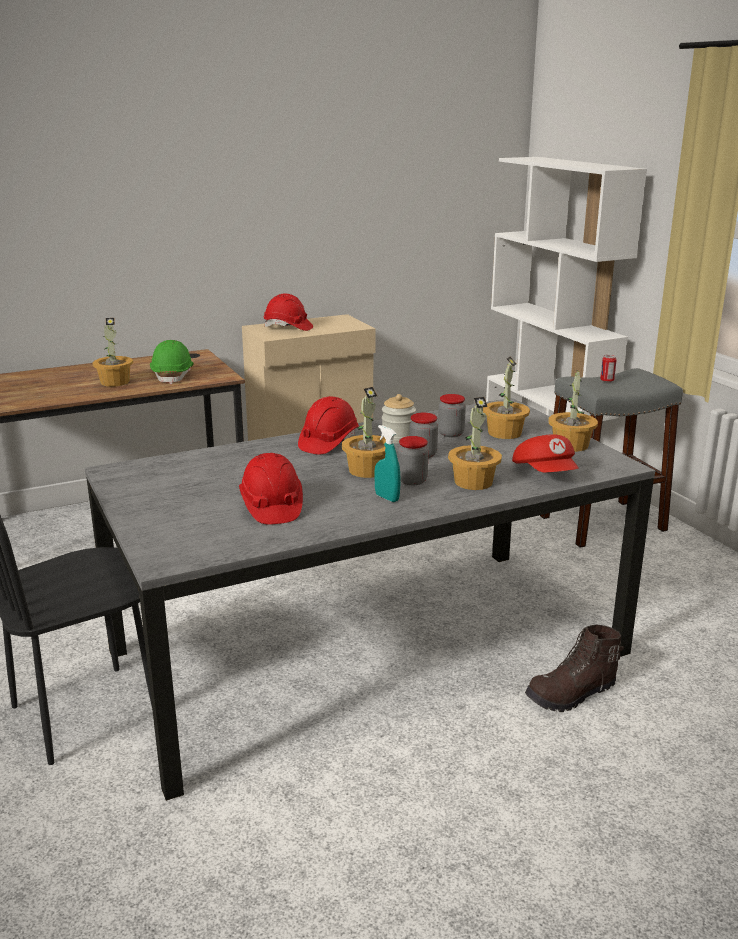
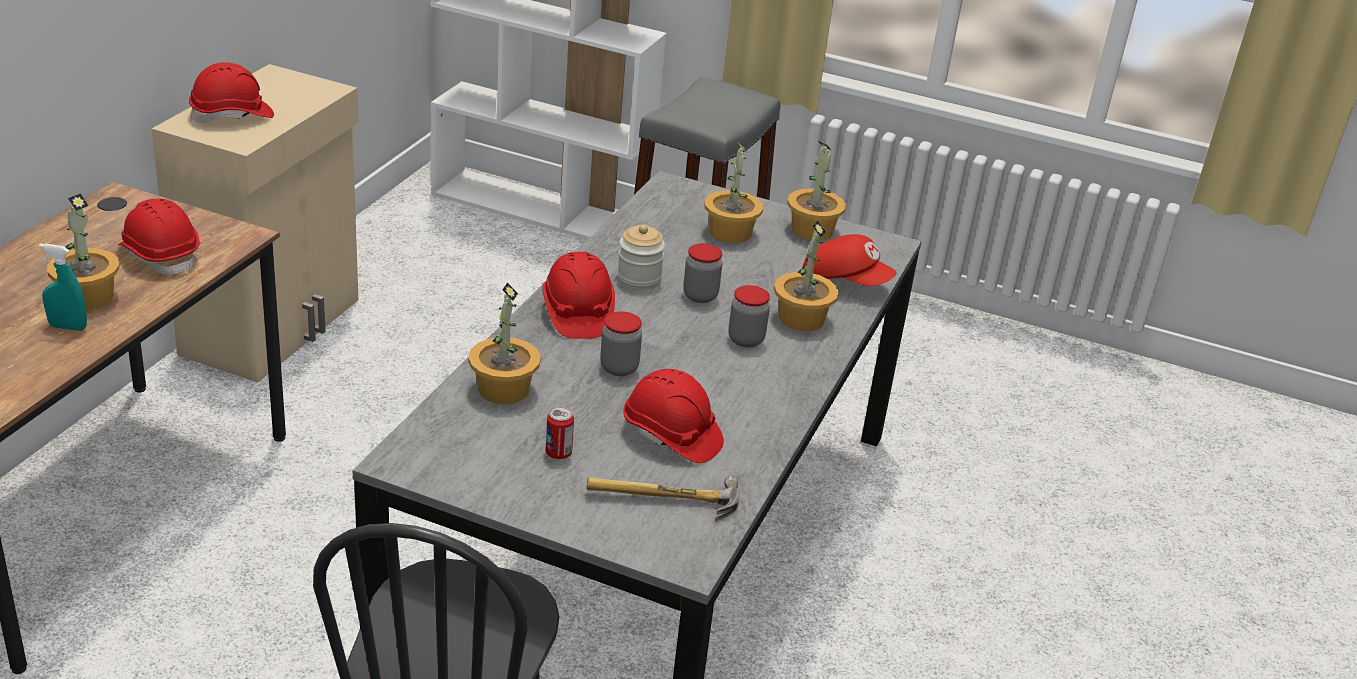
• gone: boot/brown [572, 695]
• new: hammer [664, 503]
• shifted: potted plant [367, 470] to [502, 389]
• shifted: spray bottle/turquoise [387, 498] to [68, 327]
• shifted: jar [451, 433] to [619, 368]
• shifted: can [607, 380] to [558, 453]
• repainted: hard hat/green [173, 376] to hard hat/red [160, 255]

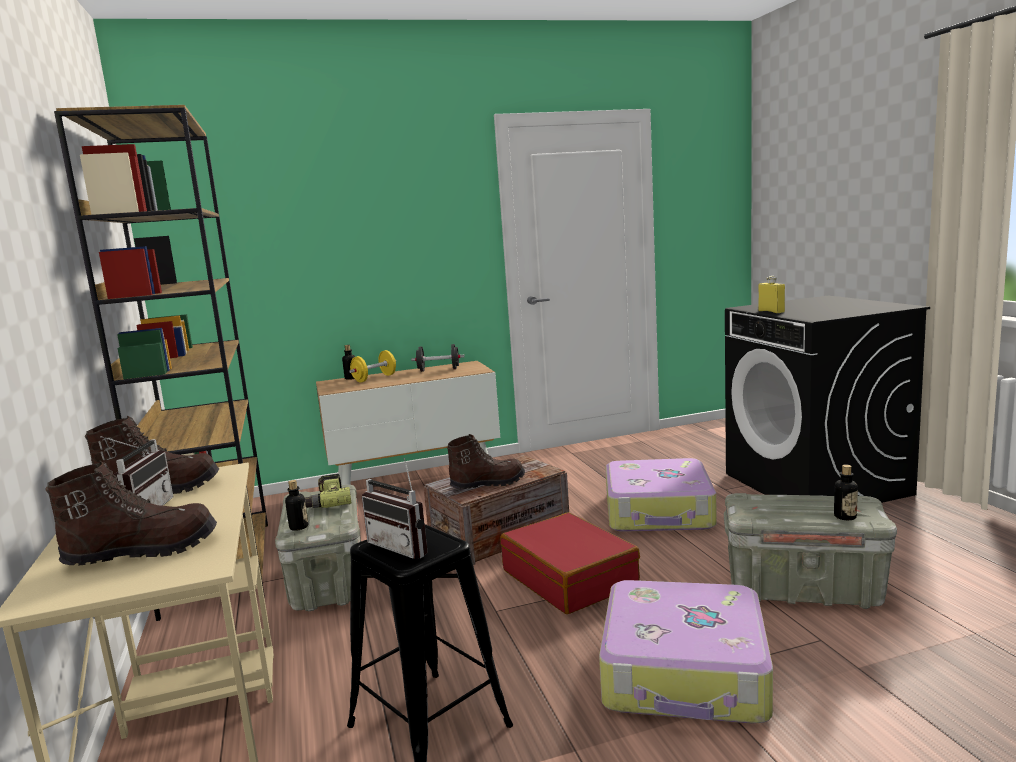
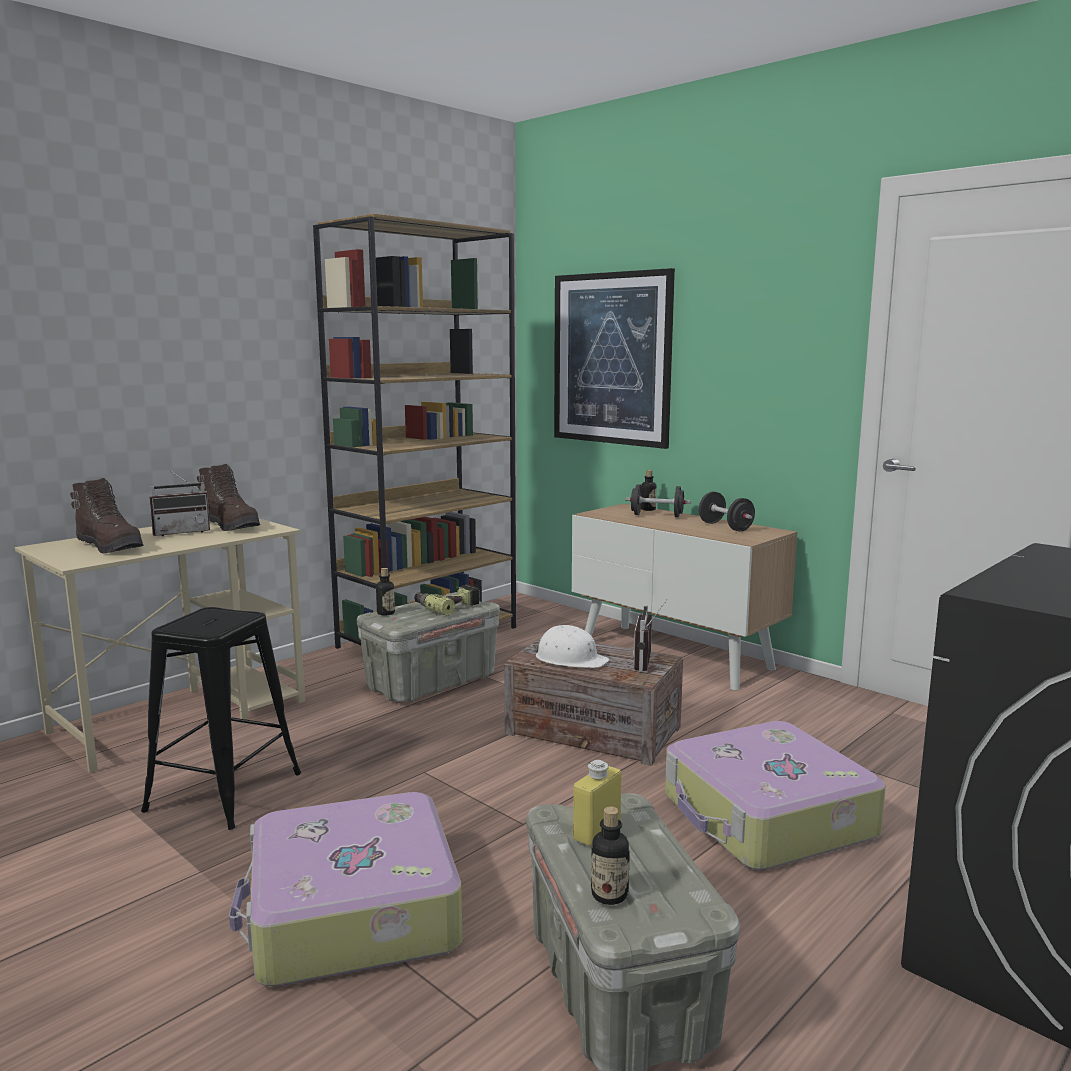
• gone: suitcase/red [570, 578]
• new: picture [611, 359]
• shifted: radio [404, 546] to [649, 663]
• shifted: bottle/yellow [771, 311] to [597, 830]
• swapped: boot/brown [487, 483] to hard hat/white [570, 659]
• repainted: dumbbell/yellow [374, 378] to dumbbell/black [657, 515]

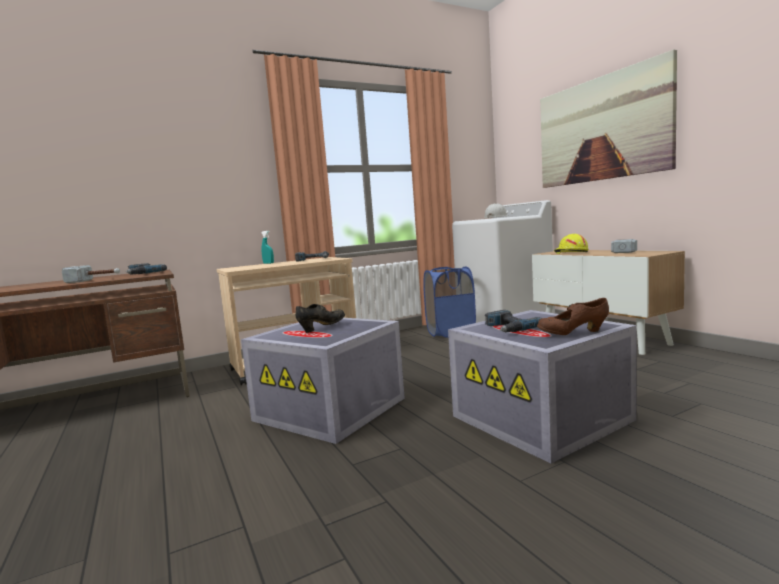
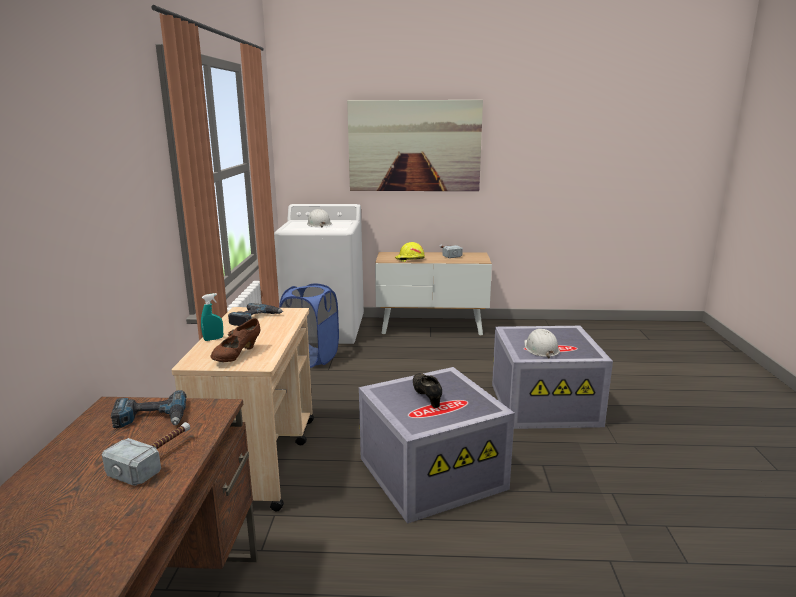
• shifted: shoe/brown [572, 334] to [237, 356]
• swapped: power drill [508, 328] to hard hat/white [540, 349]

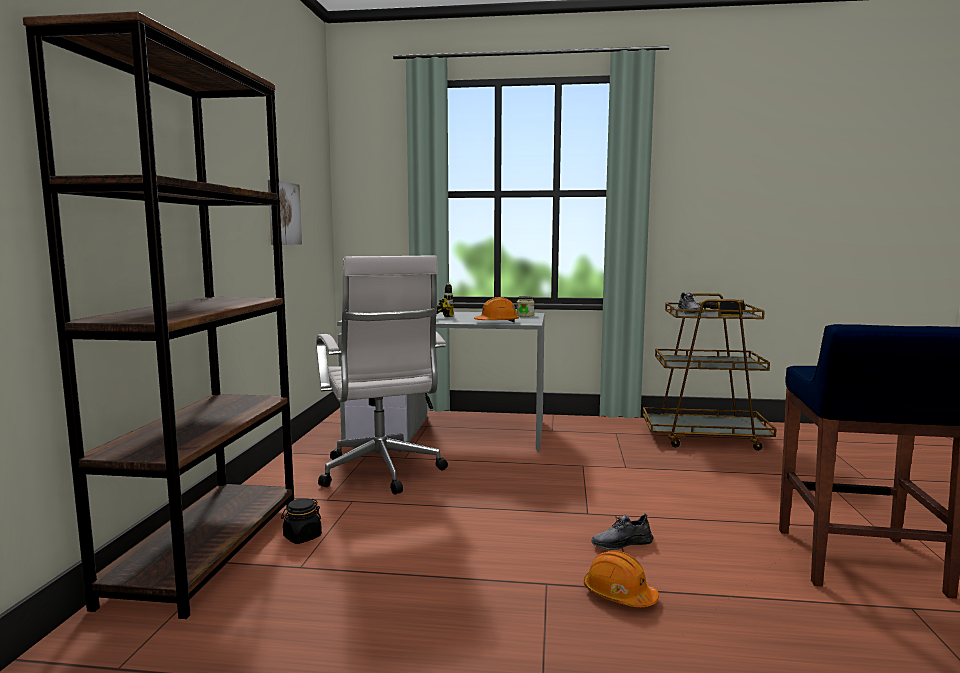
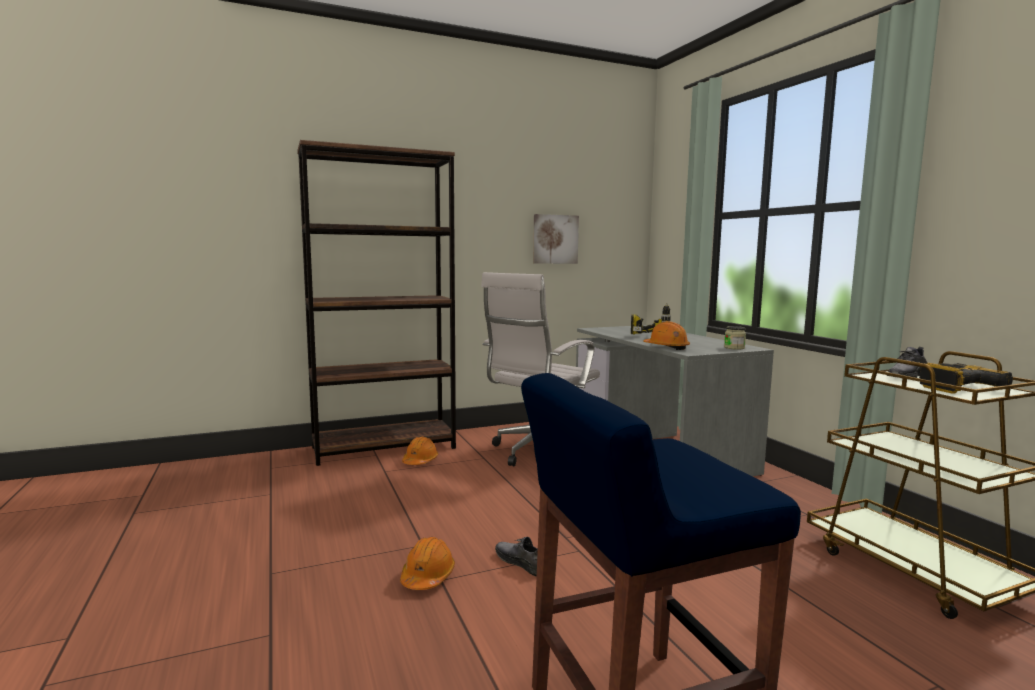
• swapped: jar/black [302, 537] to hard hat/orange [420, 461]

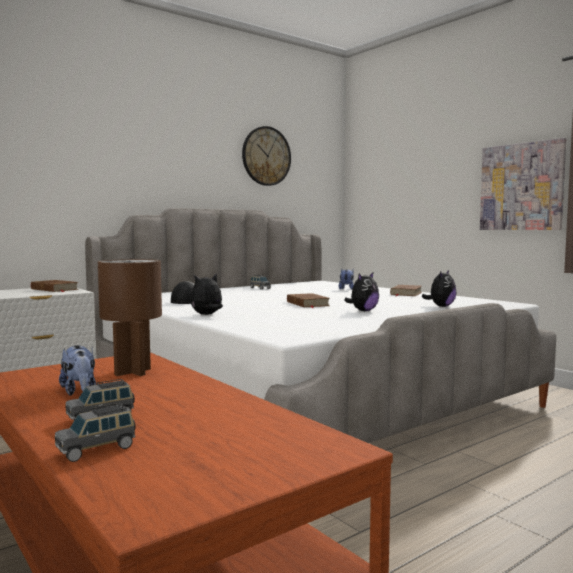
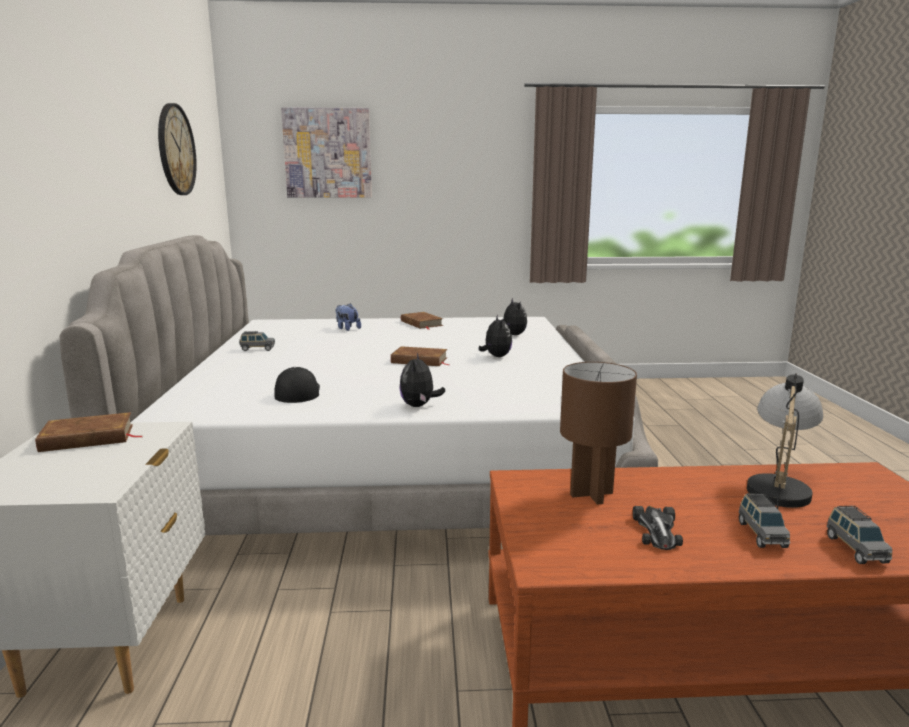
• new: table lamp [778, 486]
• shifted: picture [521, 187] to [328, 153]
• swapped: plush toy [79, 391] to toy car [657, 531]

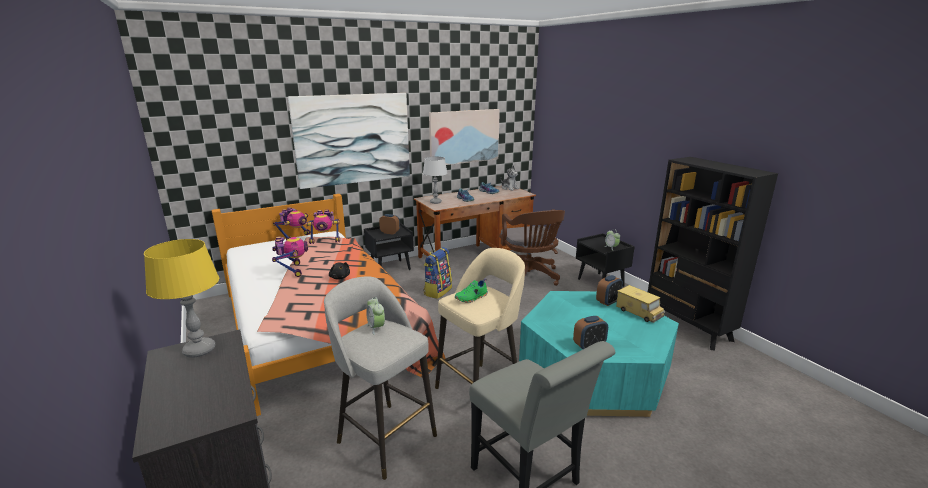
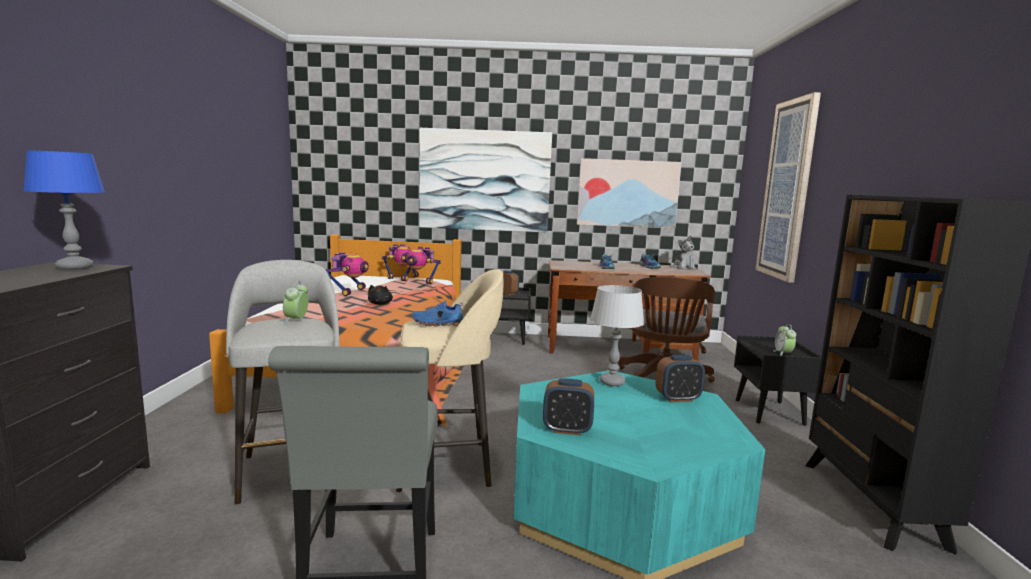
• gone: backpack [437, 291]
• gone: toy truck [639, 312]
• new: picture [787, 190]
• shifted: table lamp/grey [435, 202] to [612, 382]
• repainted: table lamp/yellow [199, 350] to table lamp/blue [75, 267]
• repainted: shoe/green [472, 298] to shoe/blue [437, 324]

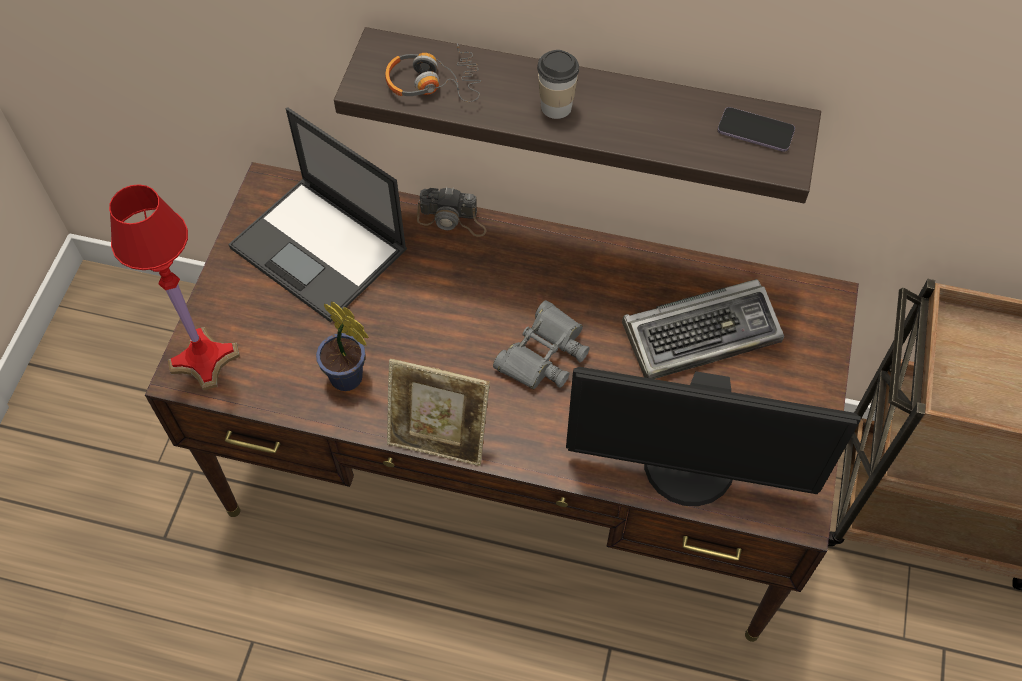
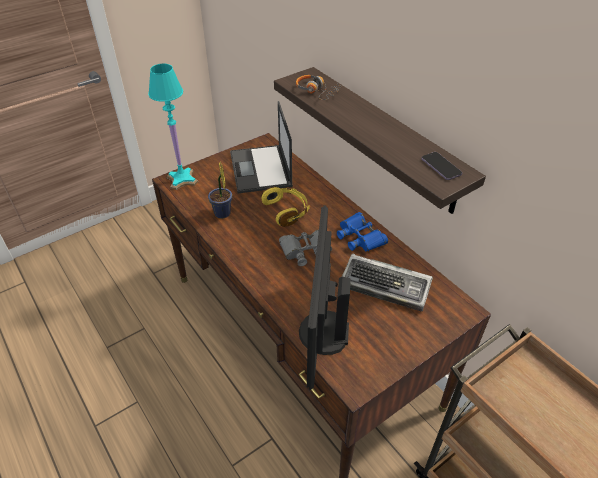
• gone: picture frame [439, 438]
• gone: photo camera [452, 219]
• gone: cup [556, 107]
• new: headphones/yellow [287, 211]
• new: binoculars/blue [360, 237]
• repainted: table lamp/red [205, 358] to table lamp/turquoise [182, 179]
• rotated: monitor [689, 469] = [322, 332] 45 degrees clockwise

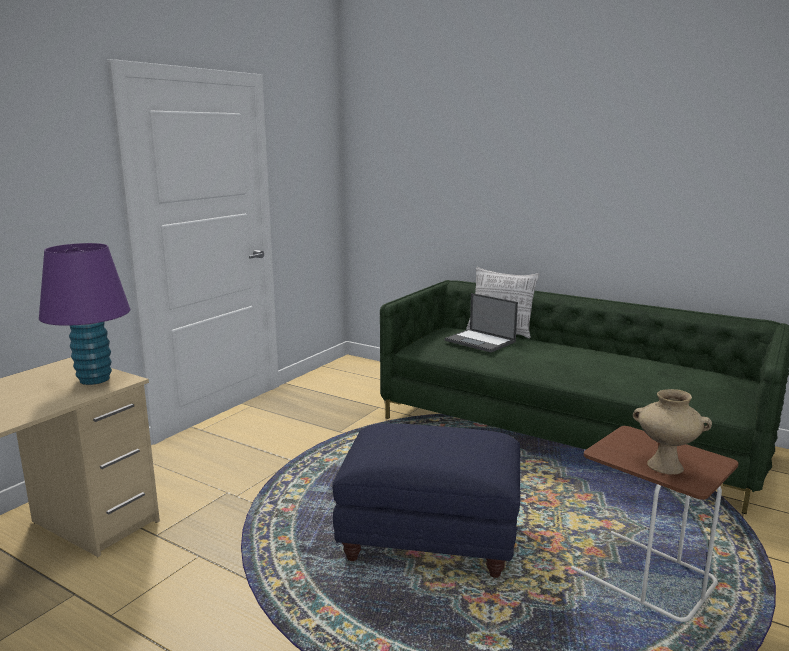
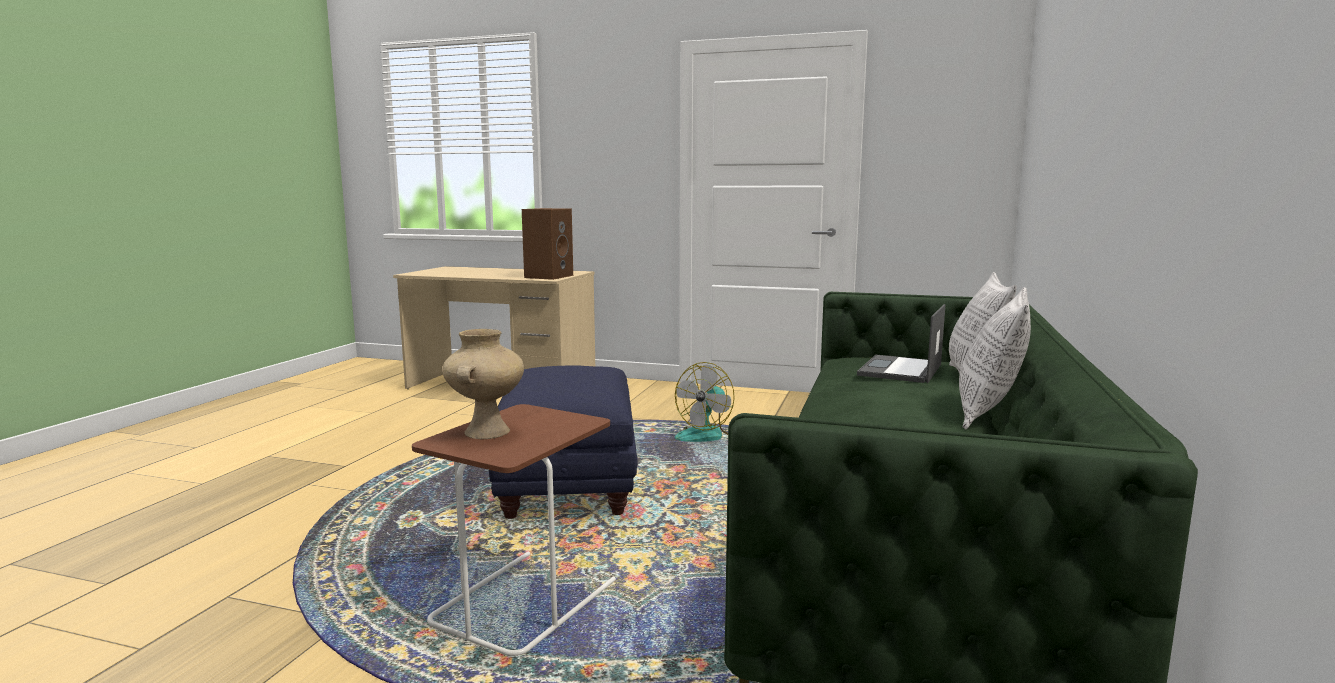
• new: fan [705, 434]
• new: pillow [988, 414]
• swapped: table lamp/purple [94, 379] to speaker/brown [548, 276]

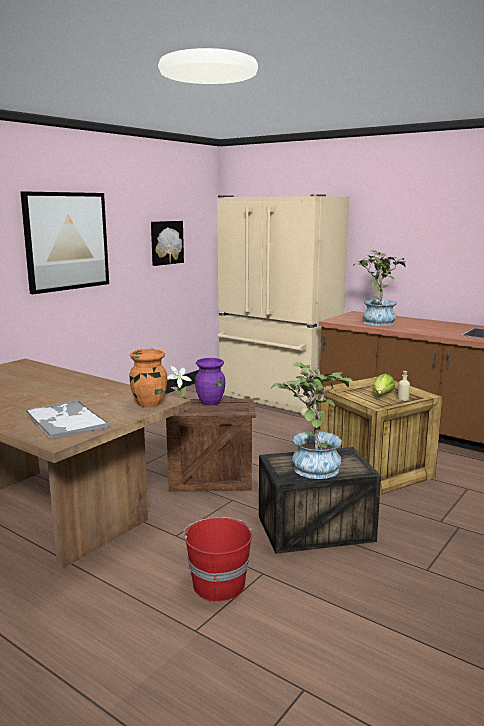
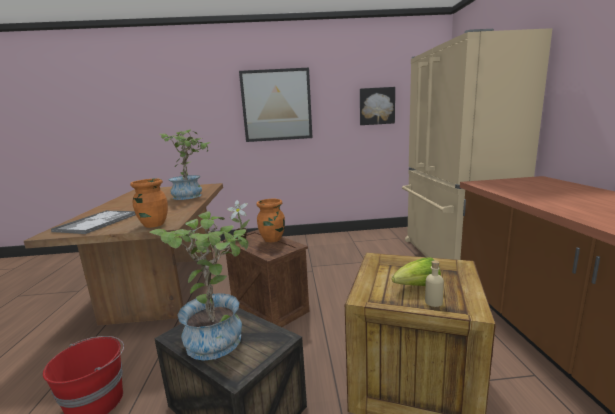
• shifted: potted plant [377, 322] to [191, 195]
• repainted: vase/purple [210, 402] to vase/orange [273, 239]

